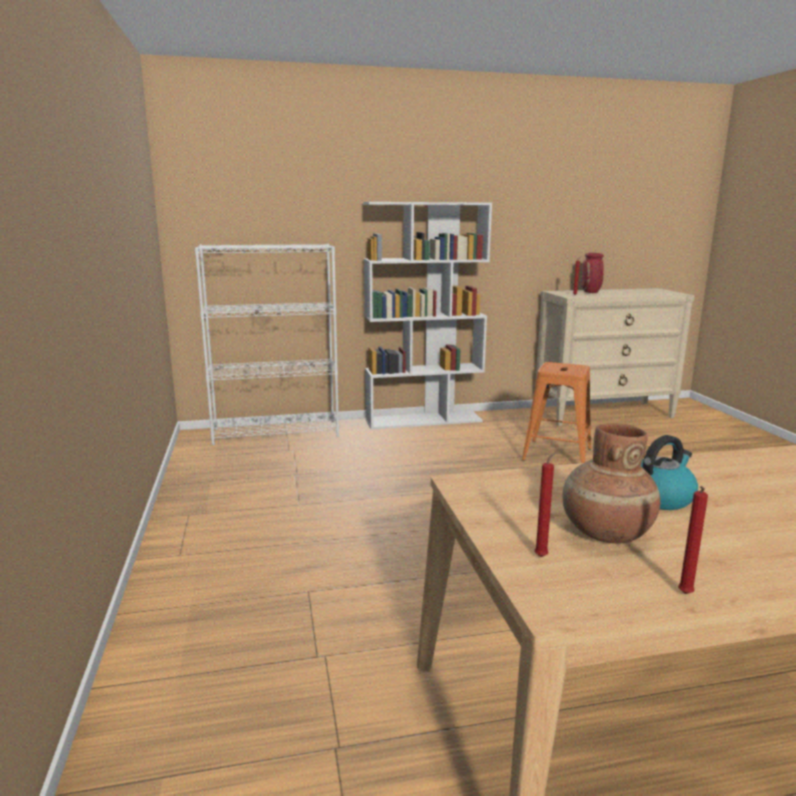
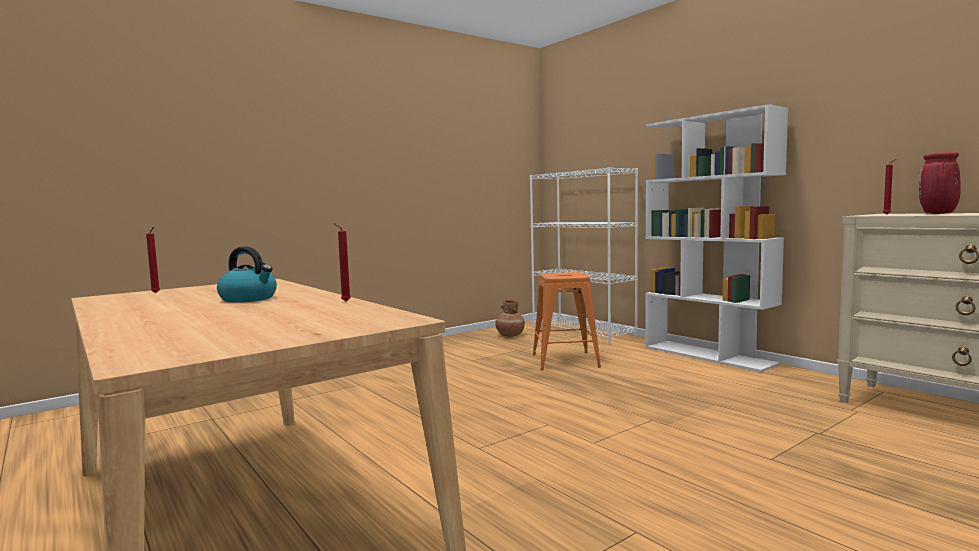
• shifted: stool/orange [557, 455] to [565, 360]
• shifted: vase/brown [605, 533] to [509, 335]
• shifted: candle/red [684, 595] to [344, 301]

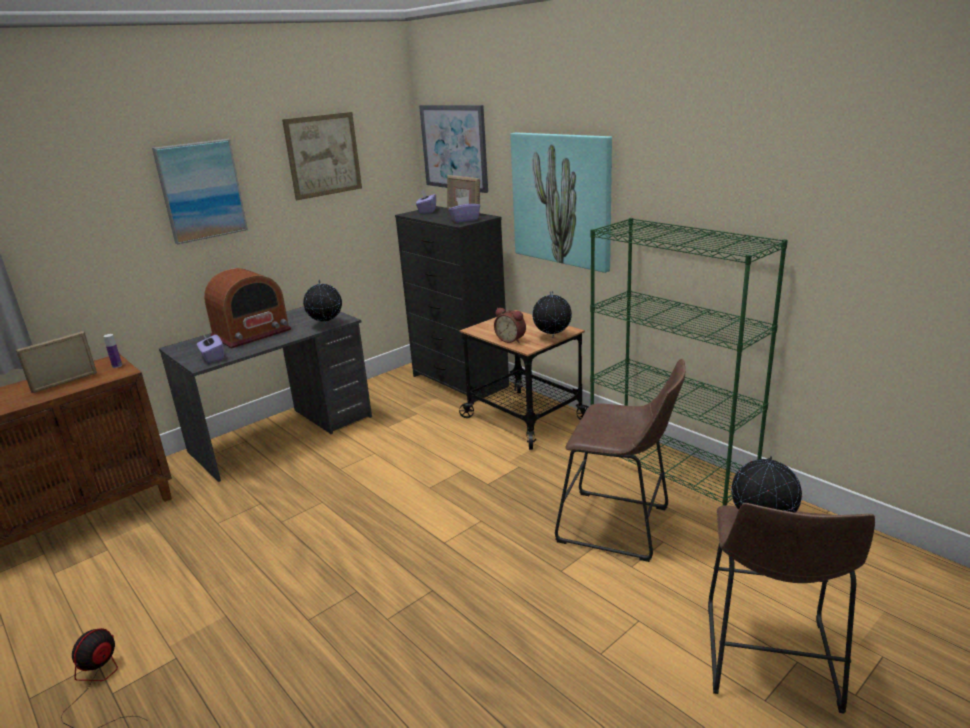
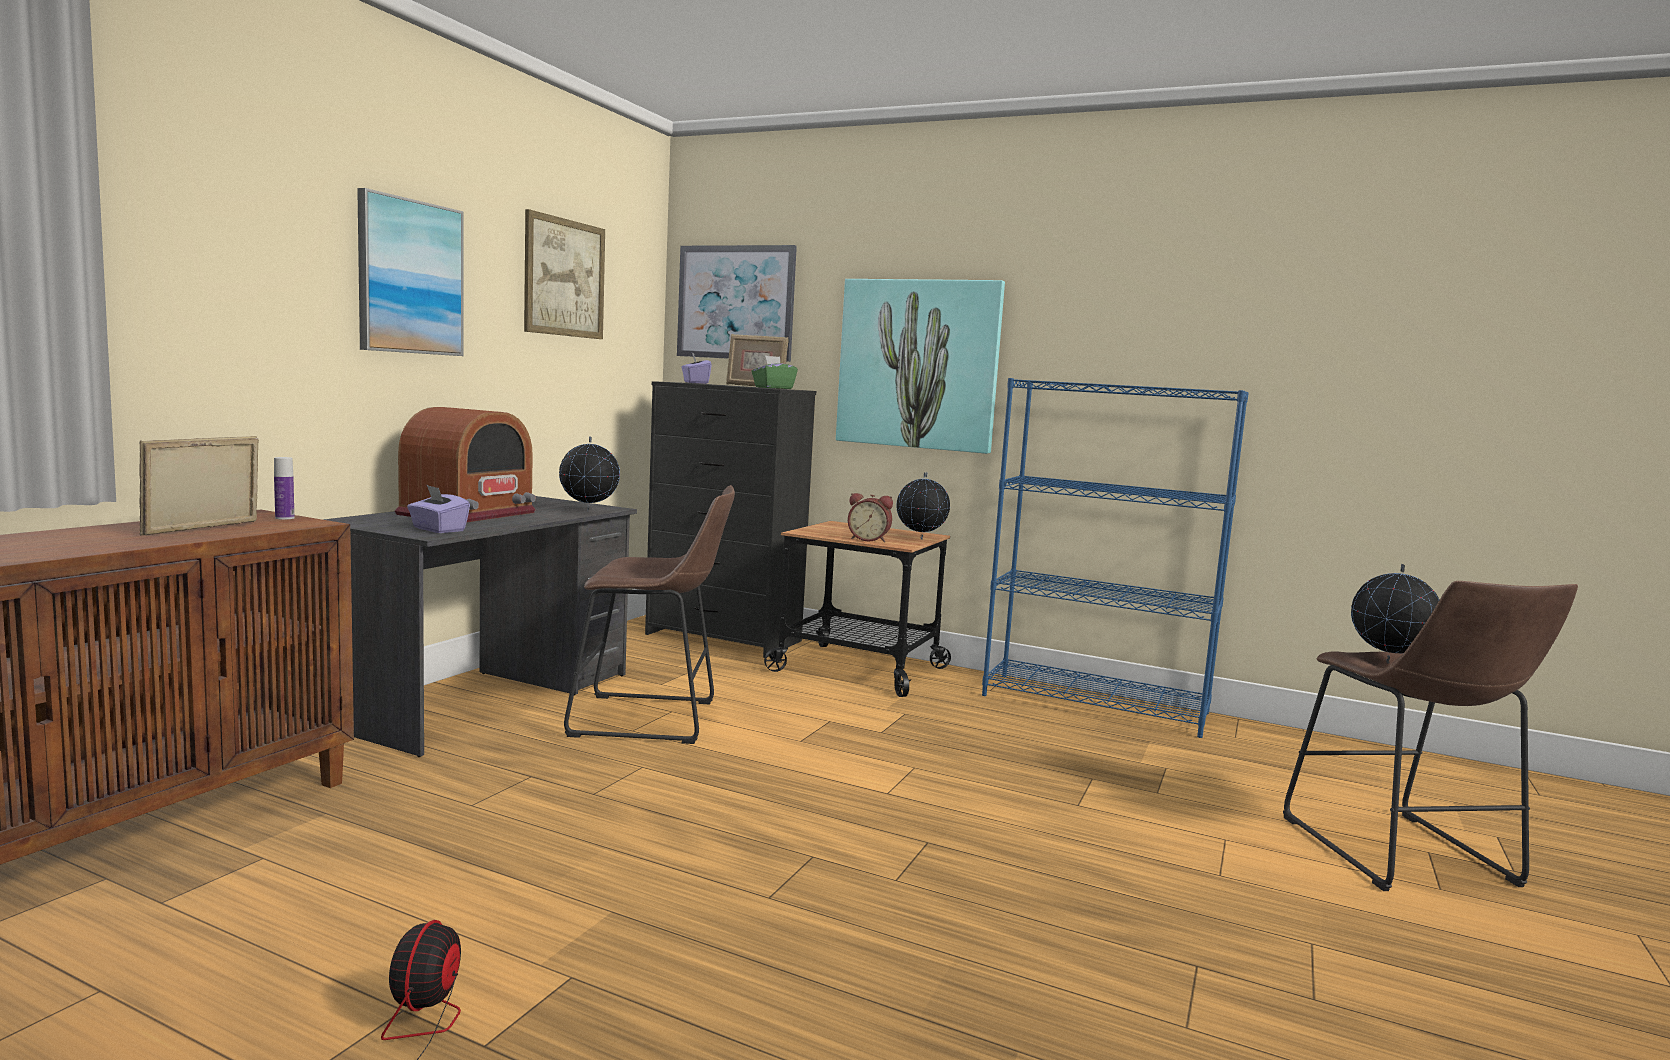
• shifted: stool/brown [620, 527] to [653, 720]
• repainted: tissue box/purple [464, 220] to tissue box/green [773, 388]
• repainted: bookcase/green [671, 467] to bookcase/blue [1096, 704]

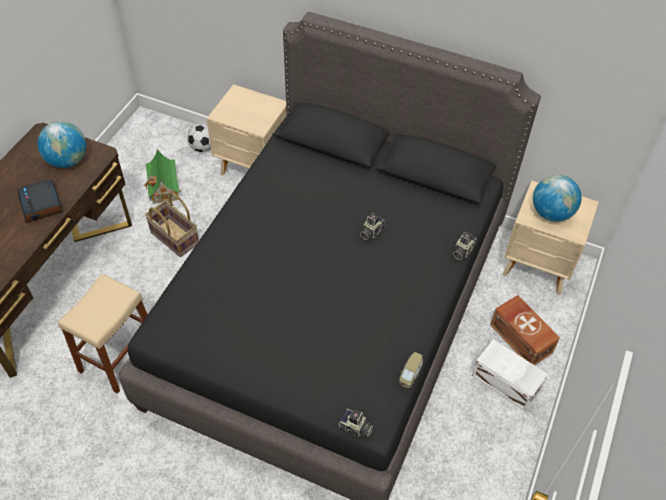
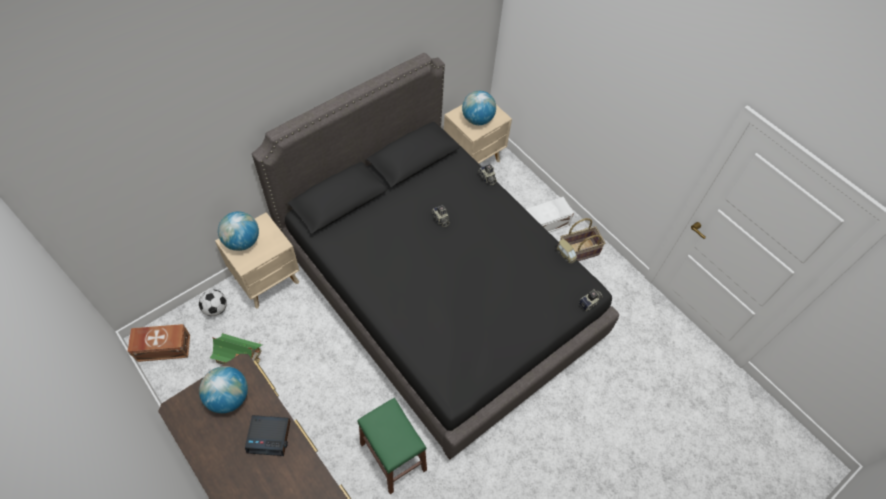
• new: globe [242, 241]
• shifted: basket [174, 238] to [578, 252]
• shifted: storage box/brown [521, 337] to [162, 347]
• repainted: stool/beige [119, 356] to stool/green [393, 457]

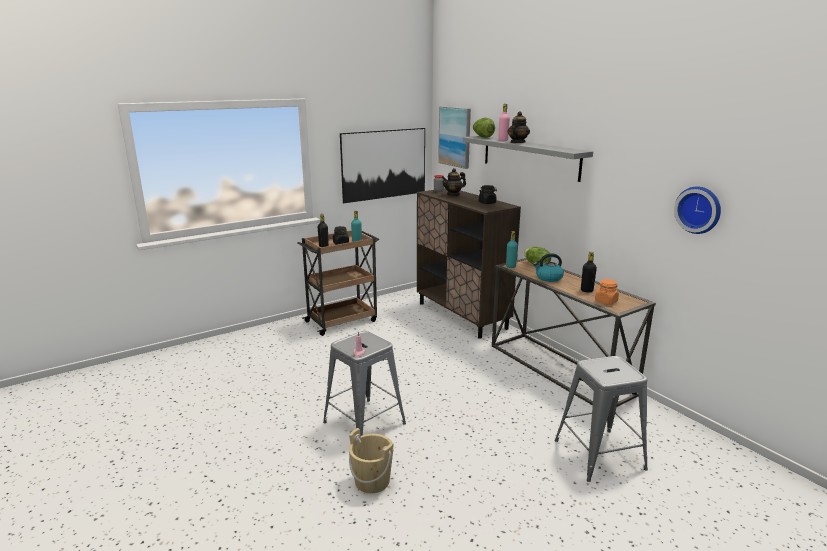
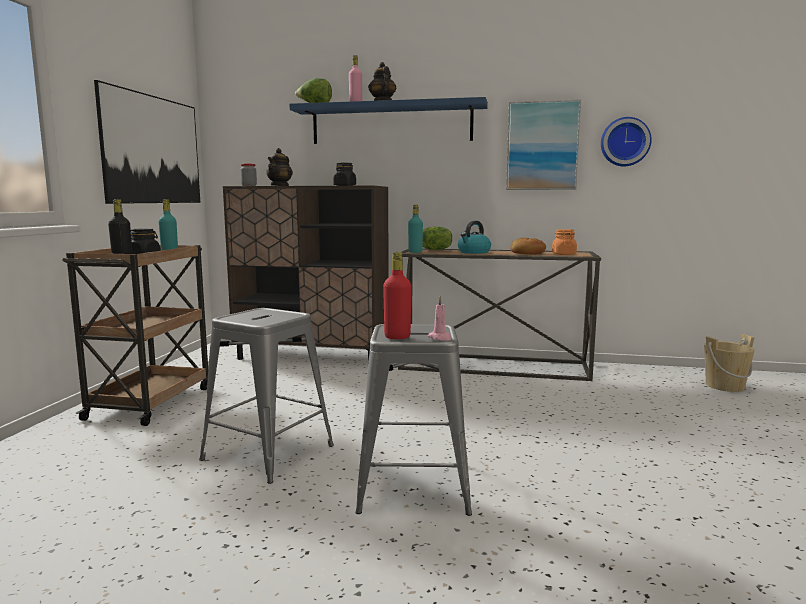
• new: bottle/red [397, 337]
• shifted: bucket/beige [372, 481] to [724, 386]
• shifted: picture [455, 137] to [542, 146]
• shifted: stool/grey [599, 455] to [268, 453]
• swapped: bottle/black [586, 290] to bread [527, 253]
• repainted: shelf/grey [529, 157] to shelf/blue [391, 124]

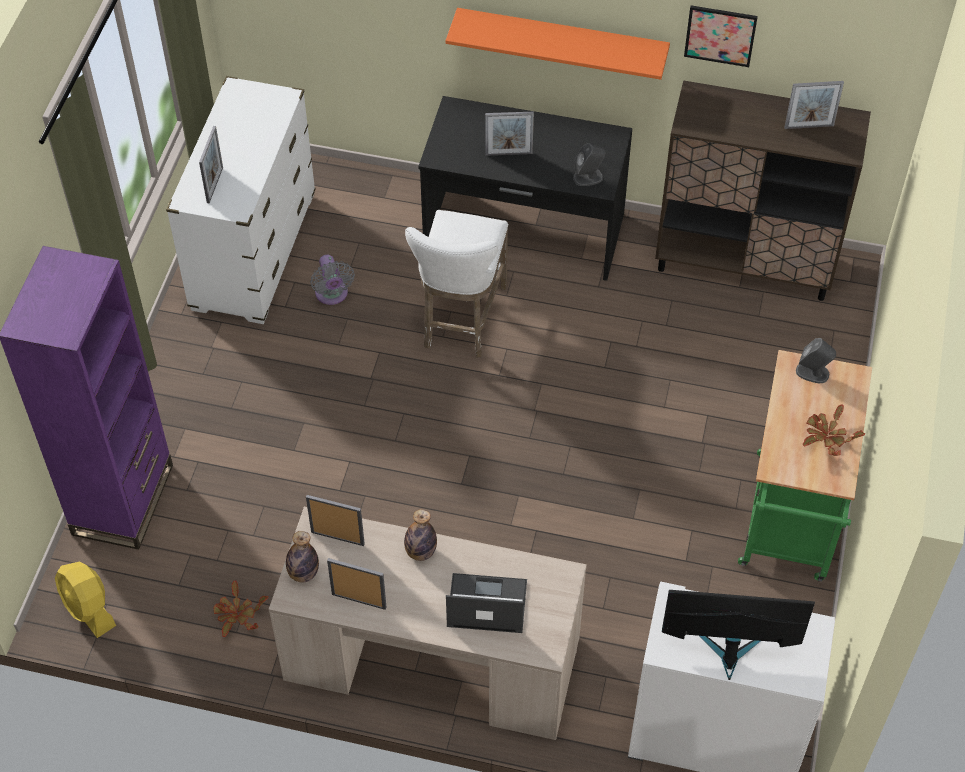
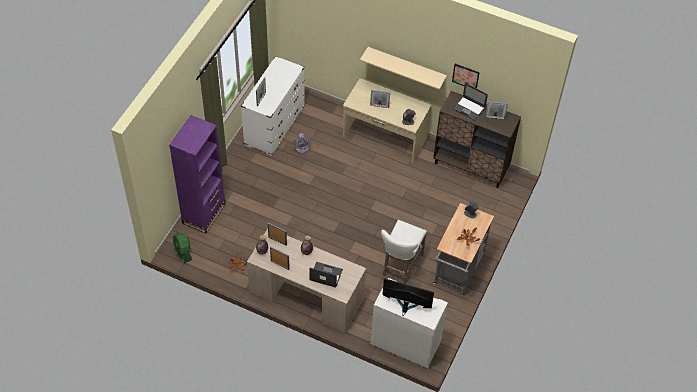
• new: laptop [469, 108]
• shifted: stool/white [461, 320] to [400, 266]
• repainted: fan/yellow [89, 609] to fan/green [183, 252]
• repainted: desk/black [523, 231] to desk/beige [384, 137]
• repainted: shelf/orange [561, 41] to shelf/beige [406, 66]
• repainted: cart/green [789, 525] to cart/grey [457, 272]

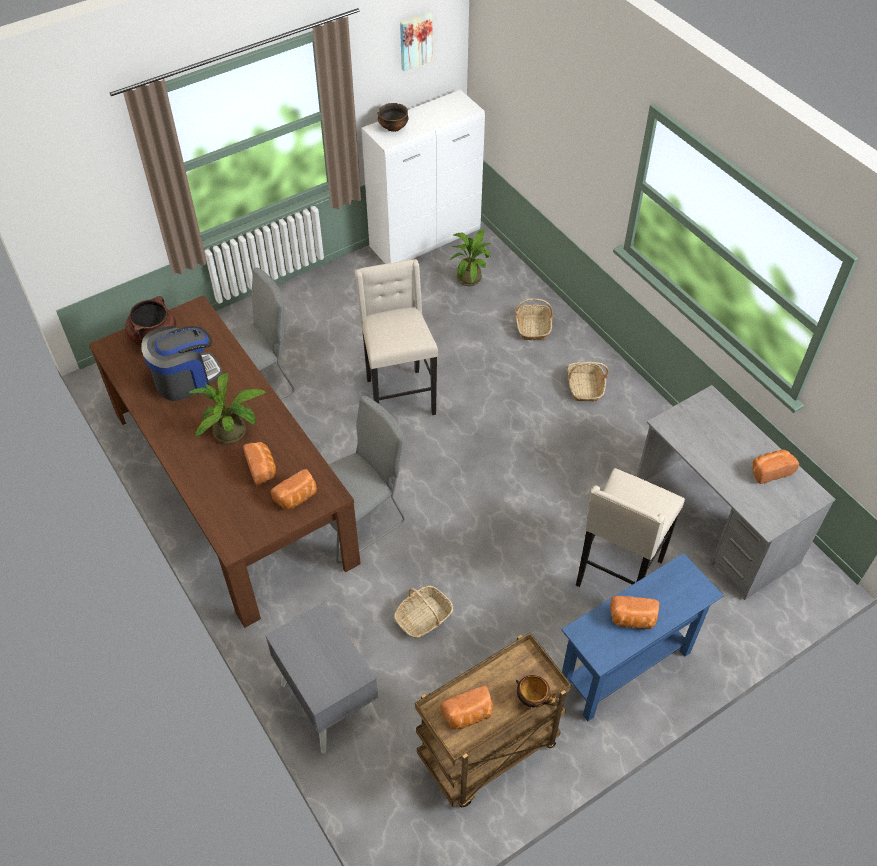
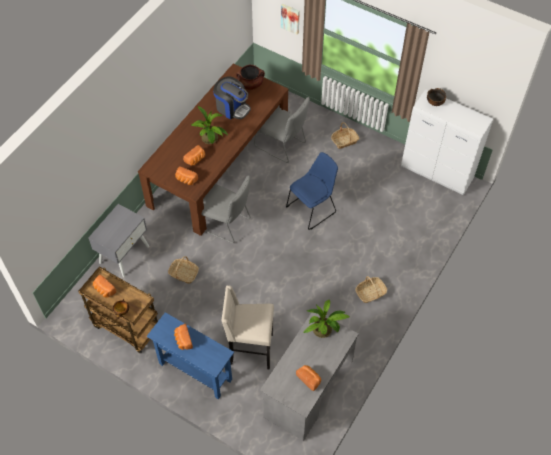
• shifted: picture [415, 40] to [290, 18]
• shifted: potted plant [471, 277] to [324, 330]
• shifted: basket [533, 327] to [344, 141]
• swapped: stool/beige [398, 396] to chair/blue [312, 208]

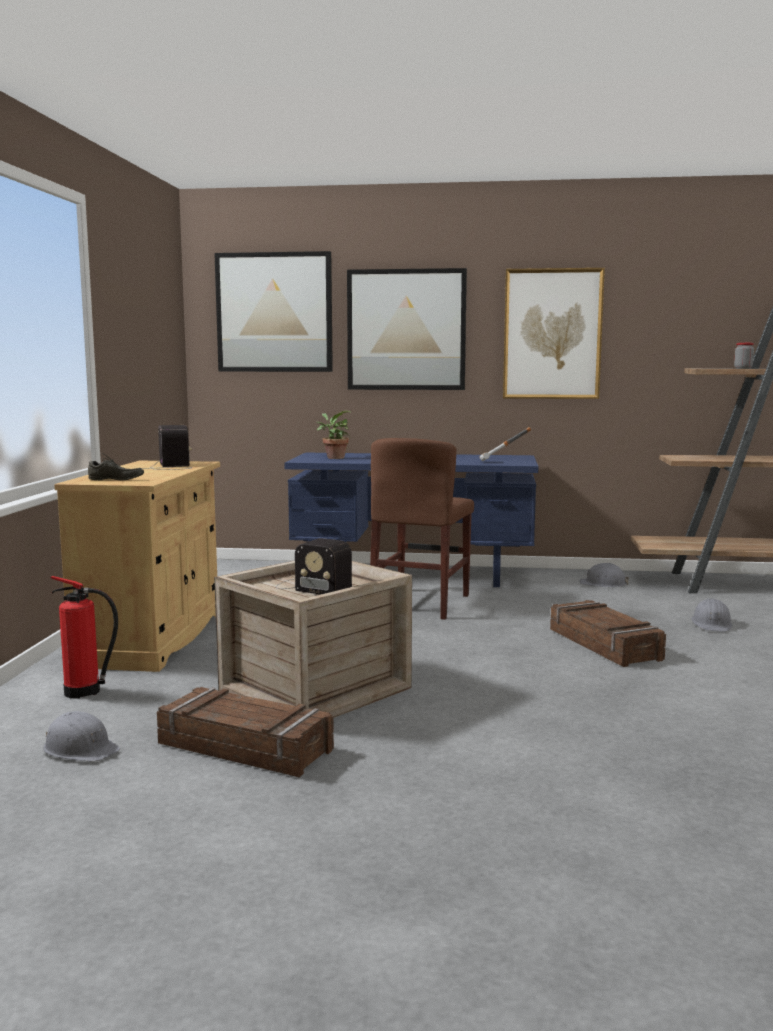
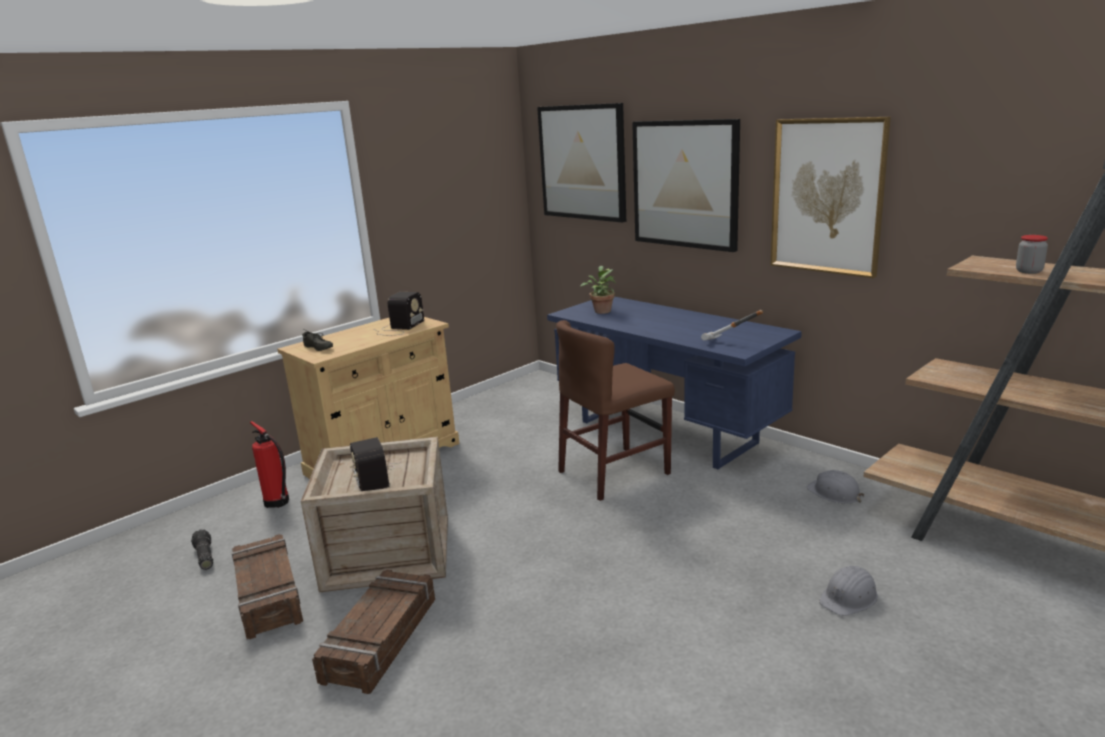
• shifted: crate [605, 644] to [381, 639]
• swapped: hard hat/grey [80, 749] to flashlight [204, 557]

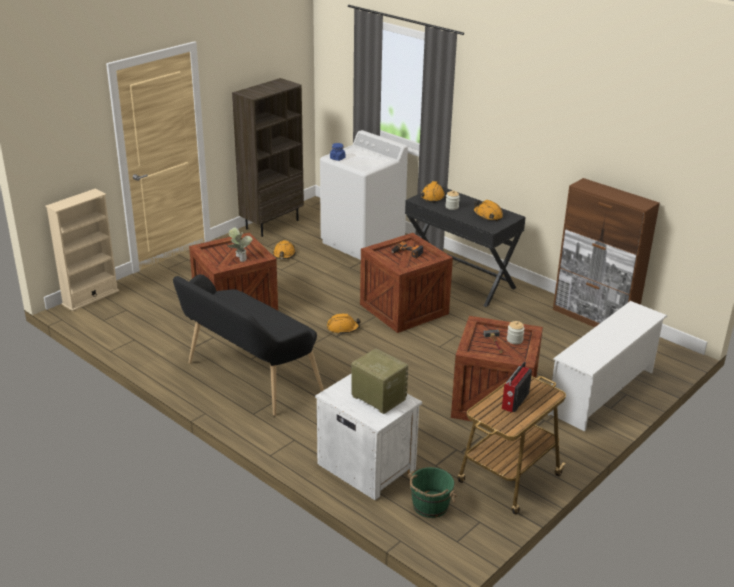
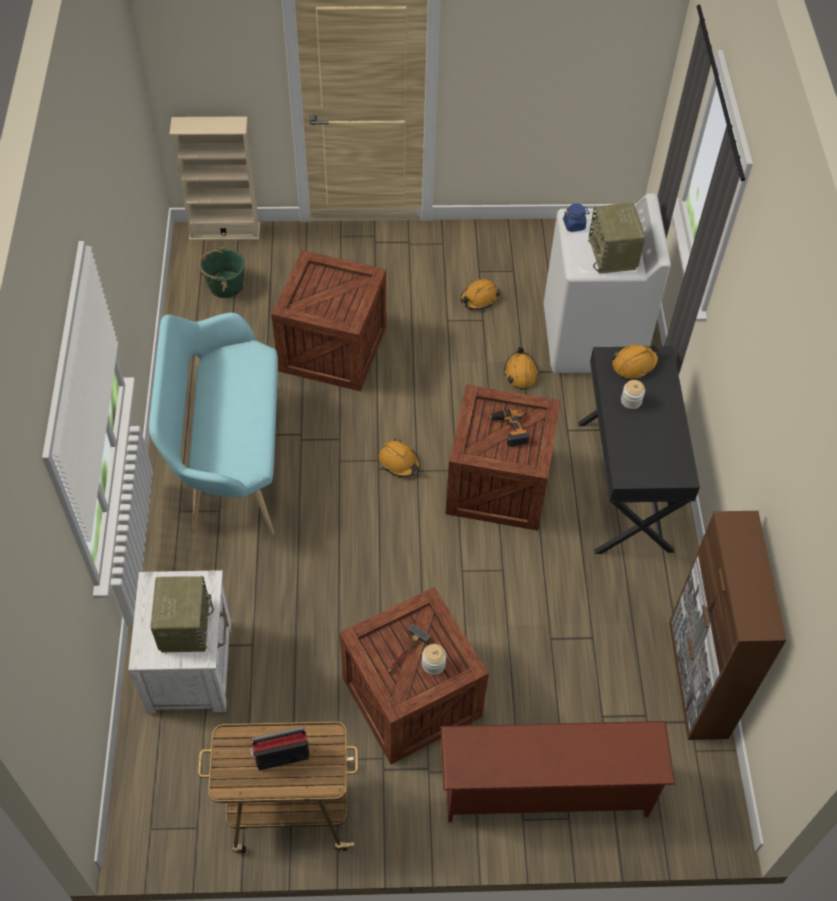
• gone: potted plant [239, 258]
• gone: bookcase/brown [272, 224]
• new: radio [613, 255]
• shifted: bucket/green [429, 506] to [225, 285]
• shifted: hard hat/orange [487, 215] to [520, 373]
• repainted: bench/black [247, 378] to bench/turquoise [229, 459]
• repainted: shoe rack/white [603, 393] to shoe rack/brown [545, 792]

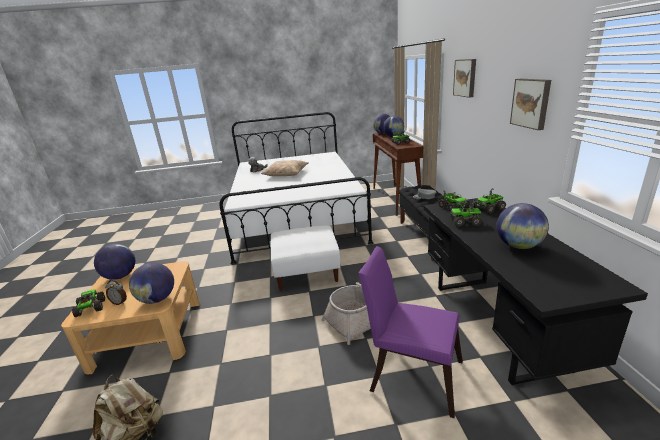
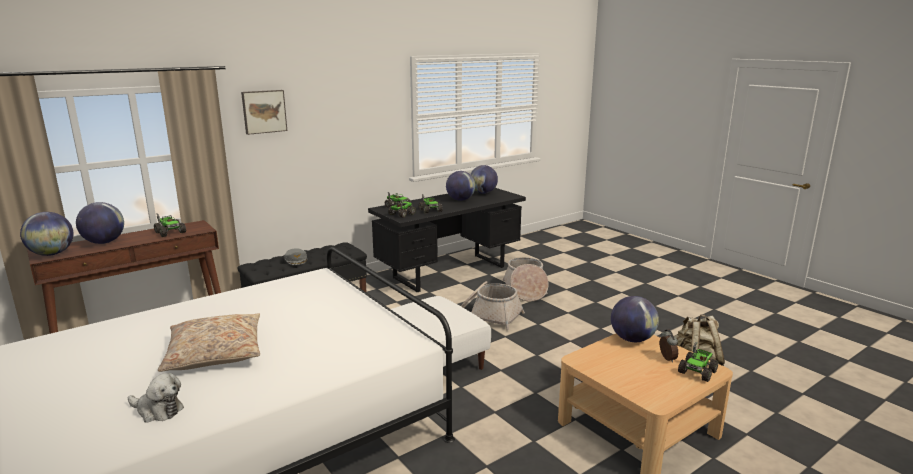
• gone: picture [531, 103]
• shifted: globe [120, 276] to [483, 193]
• swapped: chair/purple [411, 373] to basket [525, 290]

